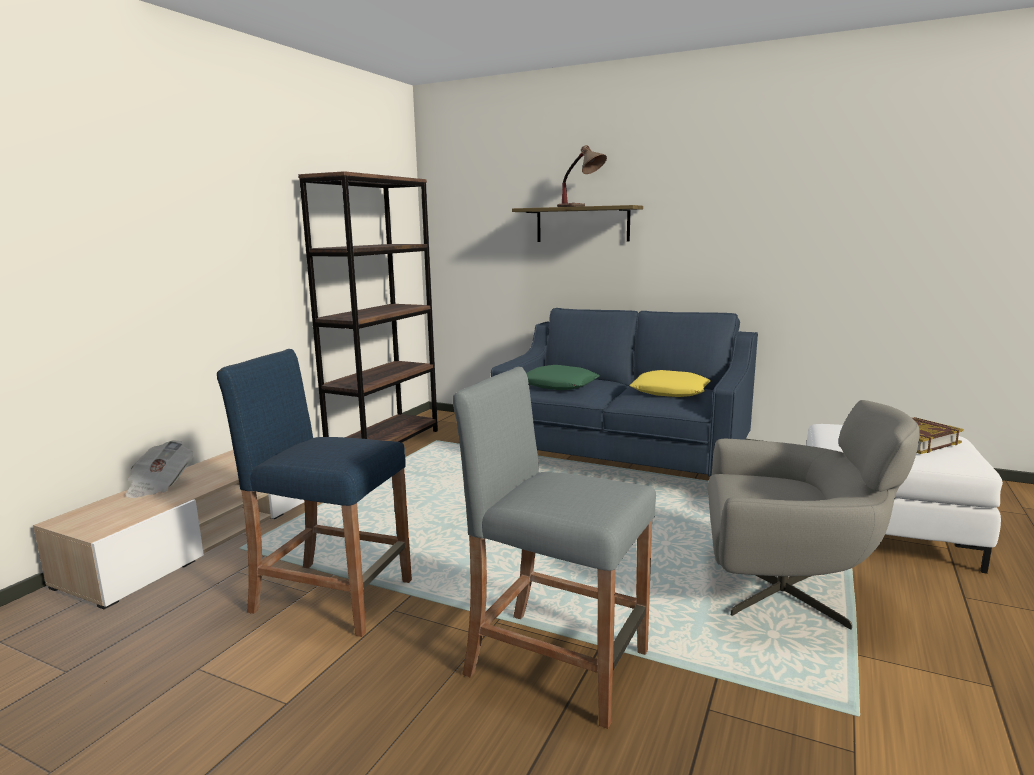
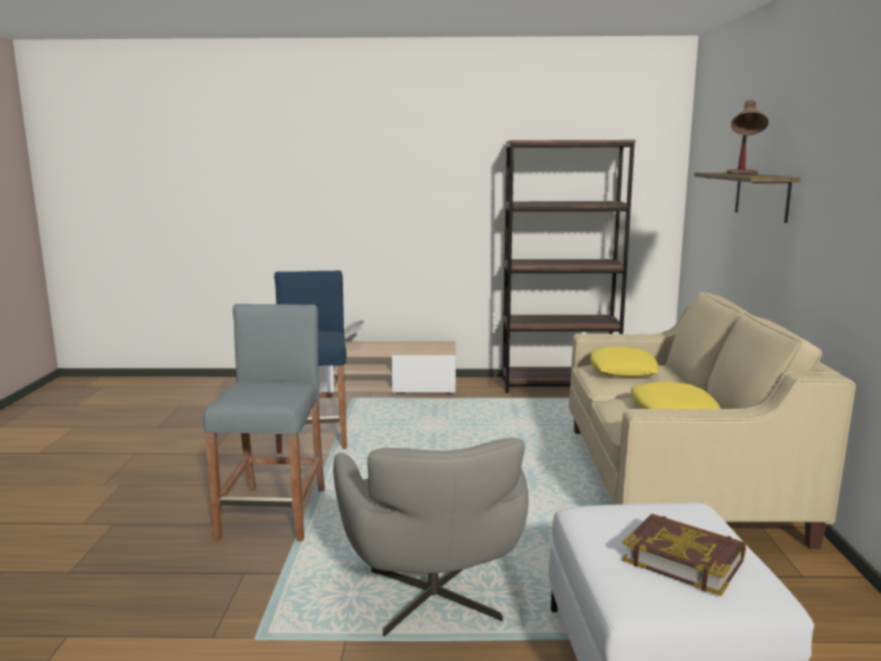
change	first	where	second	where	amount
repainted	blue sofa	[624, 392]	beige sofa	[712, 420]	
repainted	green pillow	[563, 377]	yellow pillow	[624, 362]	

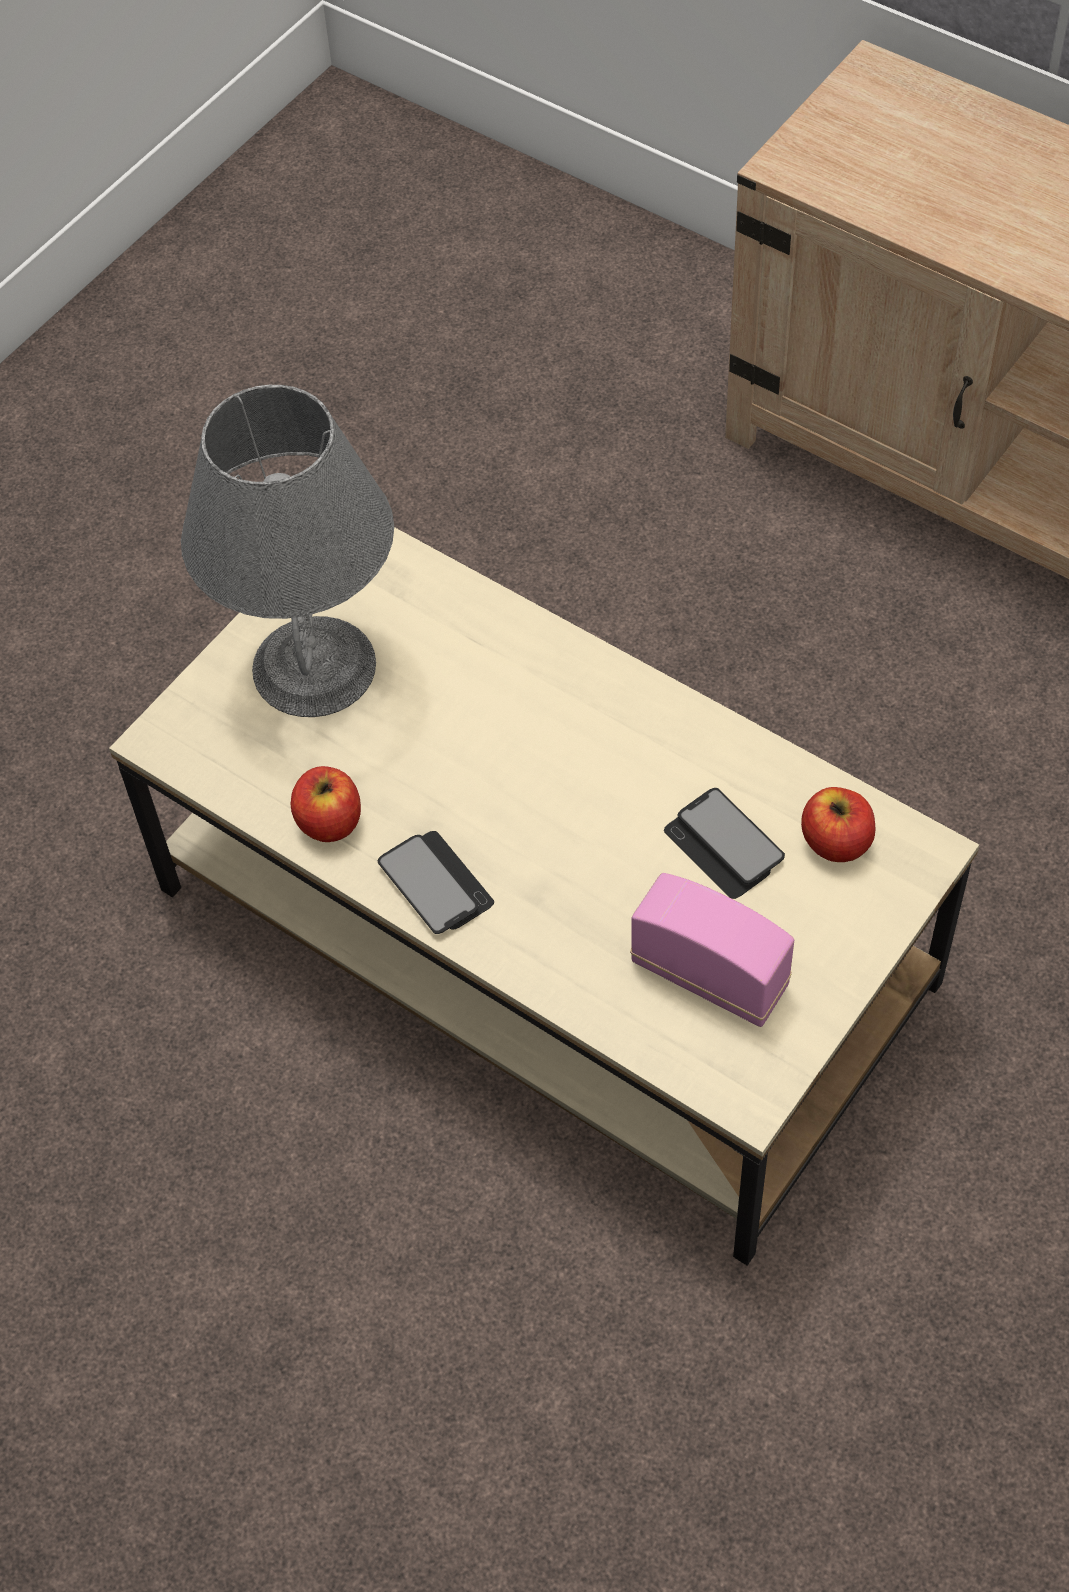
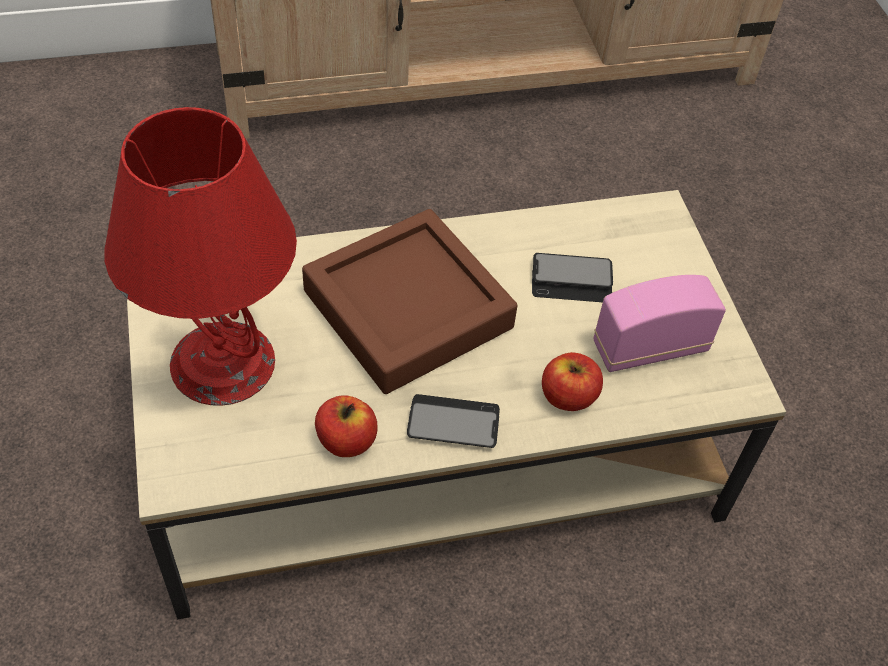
change	first	where	second	where	amount
repainted	grey table lamp	[287, 551]	red table lamp	[201, 256]	
new			brown tray	[410, 301]	
shifted	apple	[838, 824]		[572, 381]	

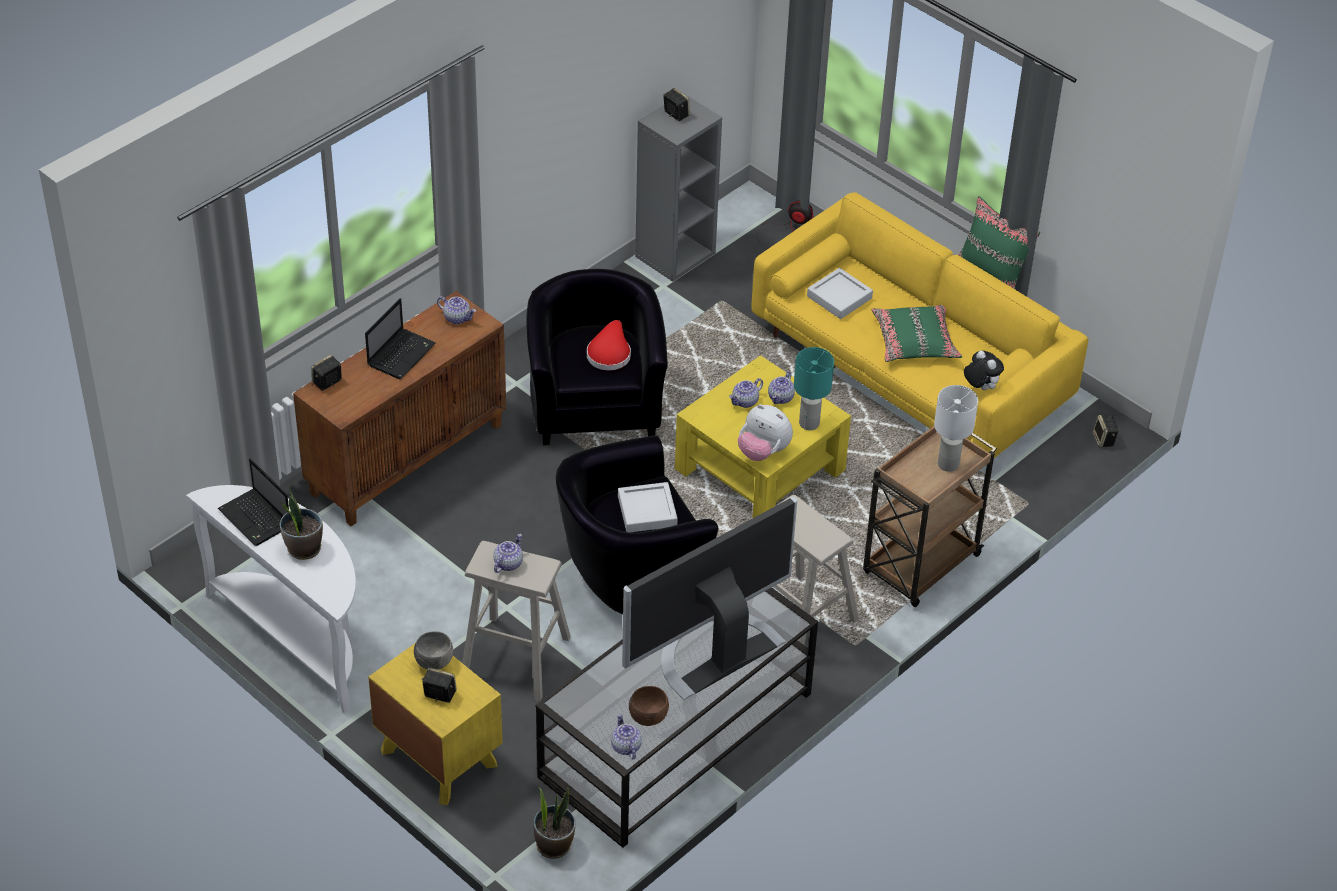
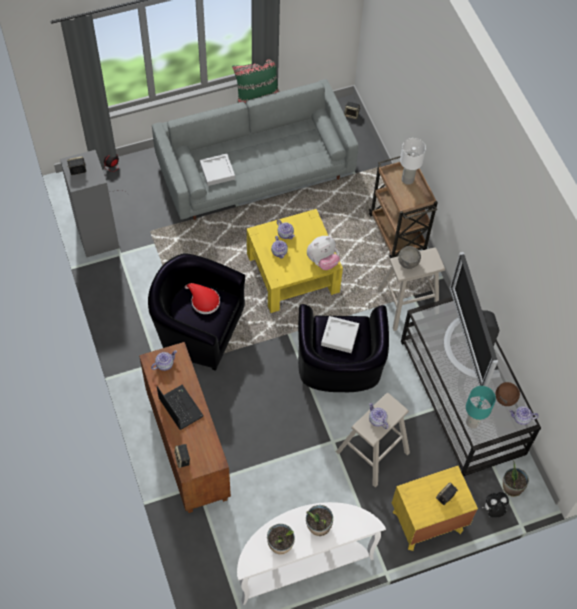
change	first	where	second	where	amount
repainted	yellow sofa	[919, 325]	grey sofa	[255, 149]	
swapped	laptop	[253, 502]	potted plant	[281, 539]	
shifted	grey bowl	[433, 650]		[409, 257]	
shifted	turquoise table lamp	[814, 388]		[481, 407]	
shifted	plush toy	[984, 370]		[495, 504]	
gone	green pillow	[916, 333]			

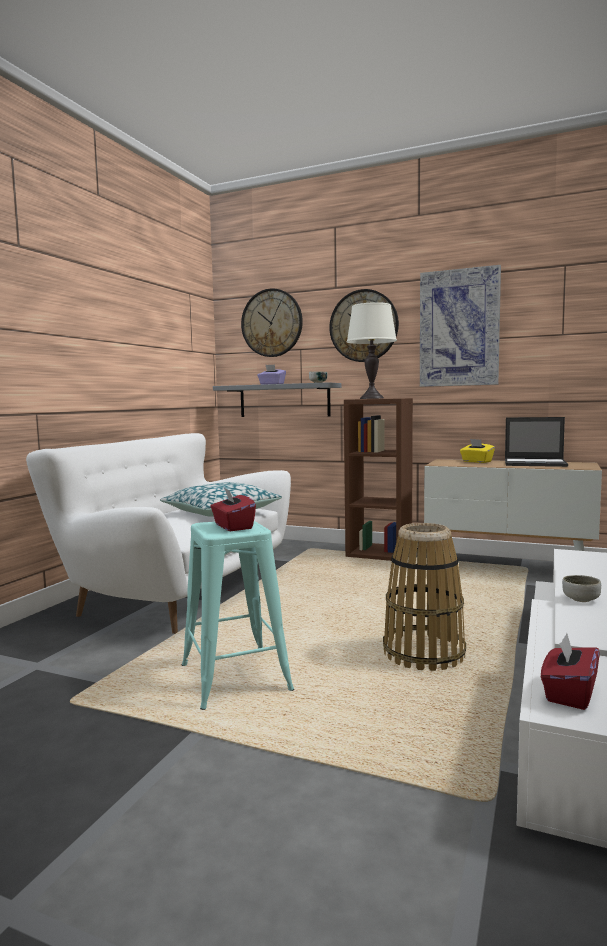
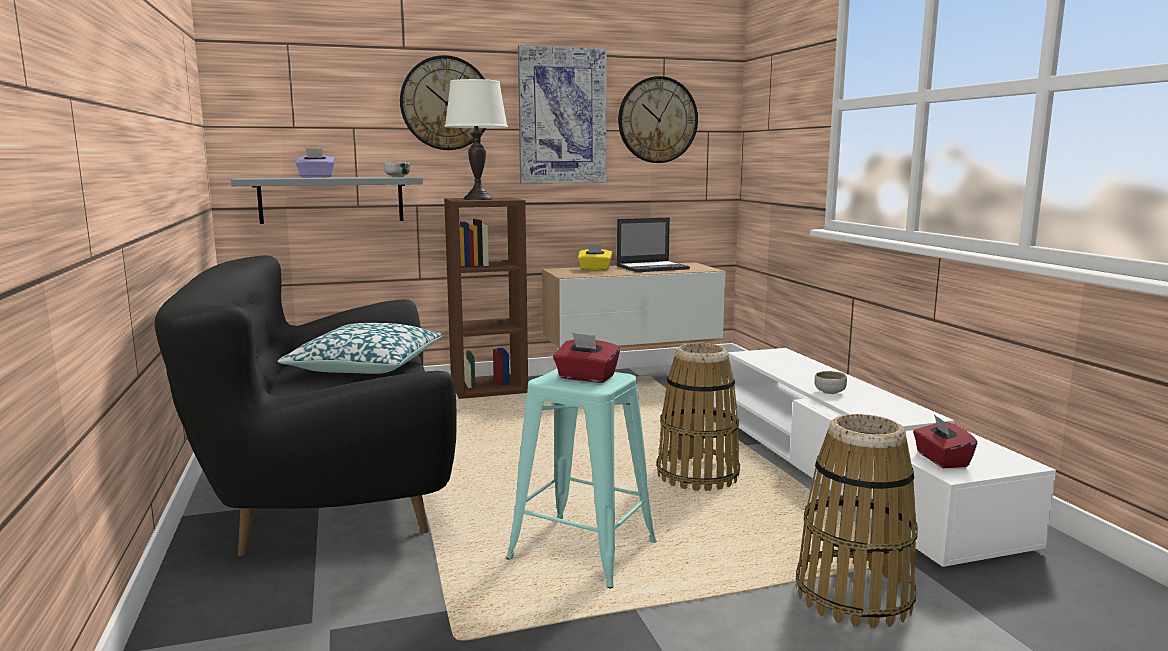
change	first	where	second	where	amount
repainted	white sofa	[158, 533]	black sofa	[306, 405]	
shifted	wall clock	[272, 322]		[658, 119]	
new			basket	[857, 521]	

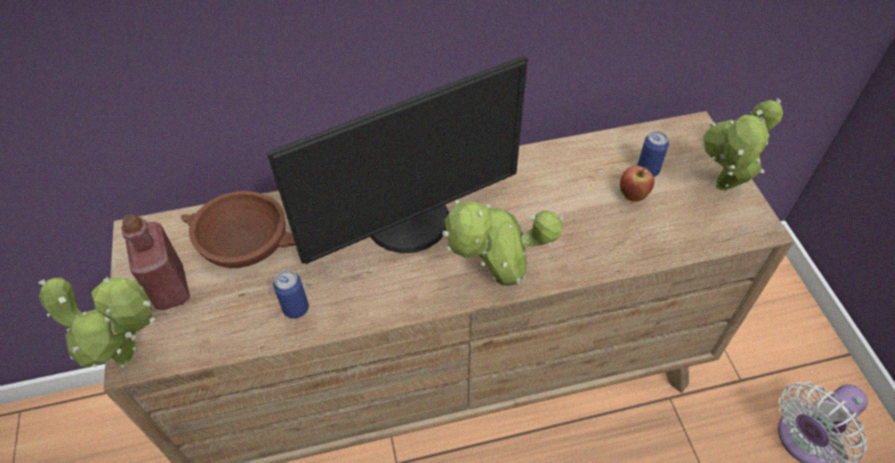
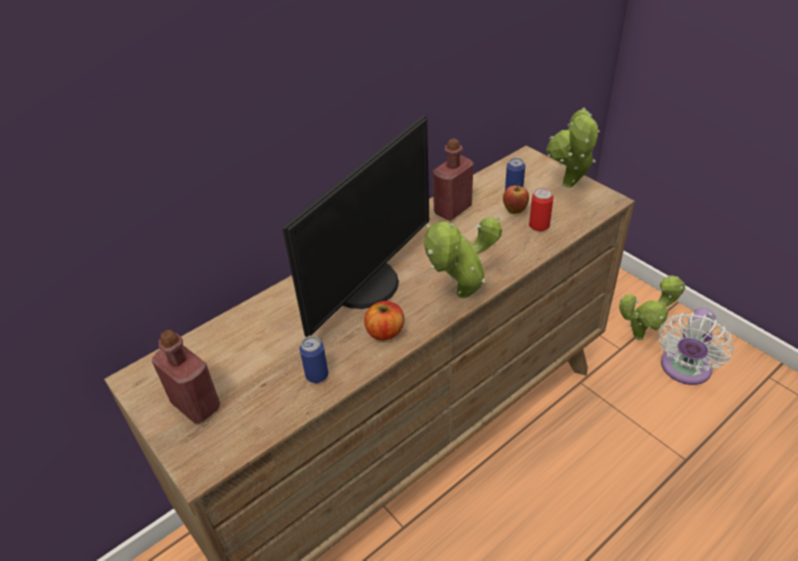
change	first	where	second	where	amount
new			apple	[384, 321]	
new			red bottle	[453, 179]	
new			can	[541, 209]	
shifted	potted plant	[97, 322]		[652, 307]	
gone	brown bowl	[238, 229]			

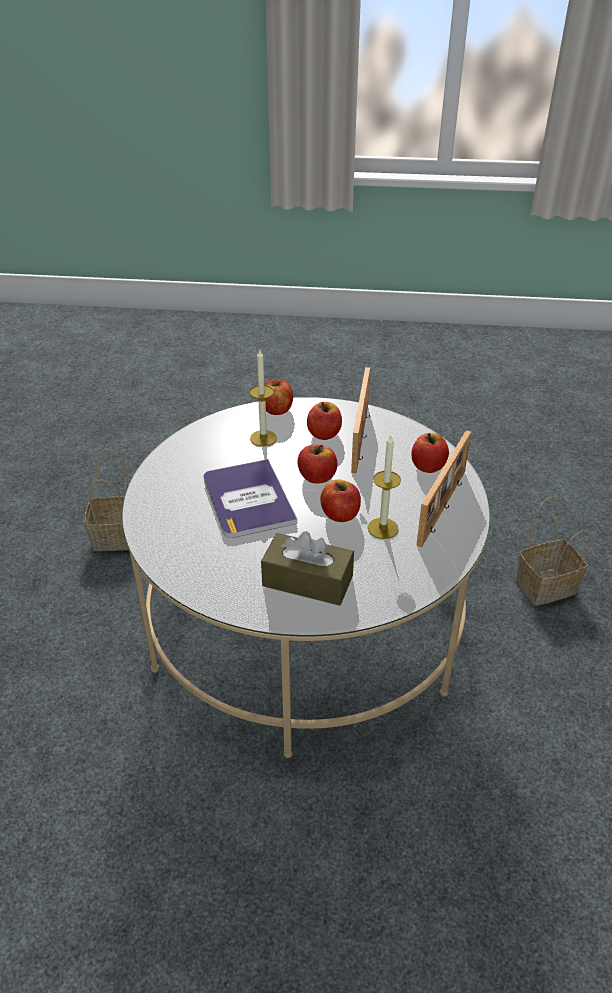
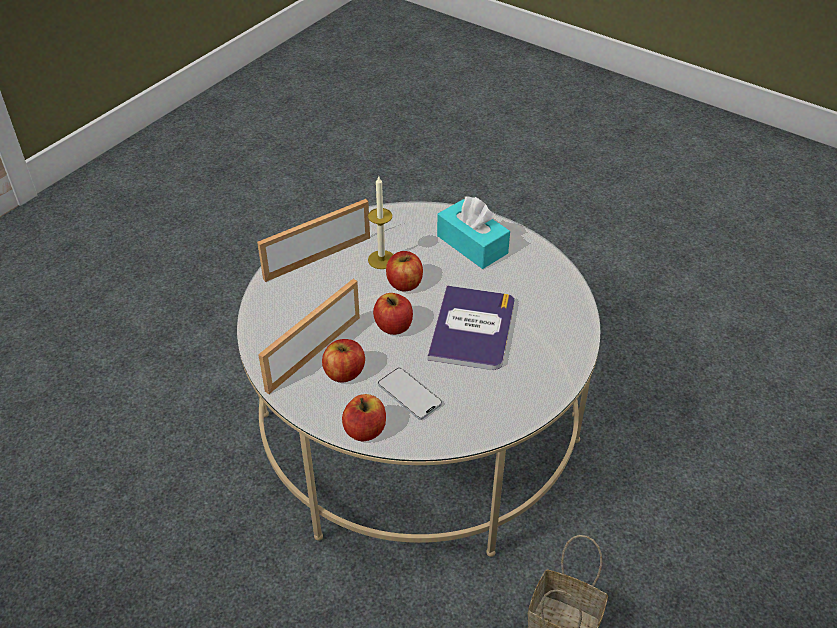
change	first	where	second	where	amount
swapped	candle	[263, 398]	phone	[410, 394]	
repainted	brown tissue box	[307, 568]	turquoise tissue box	[473, 232]	
gone	apple	[430, 453]			
gone	basket	[553, 551]			

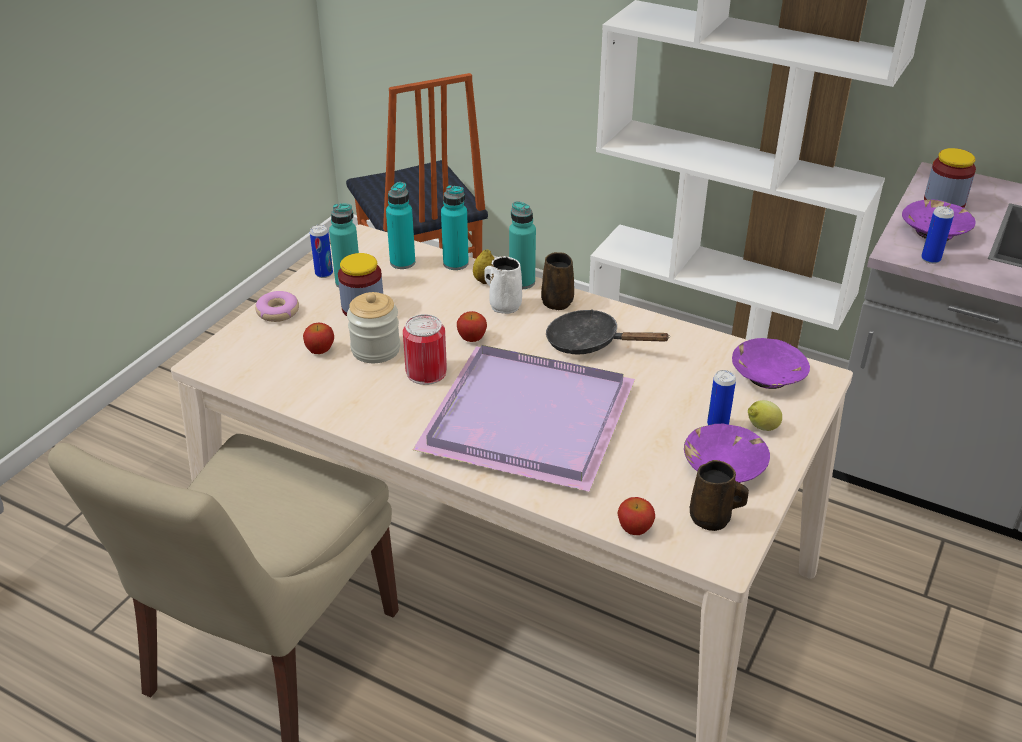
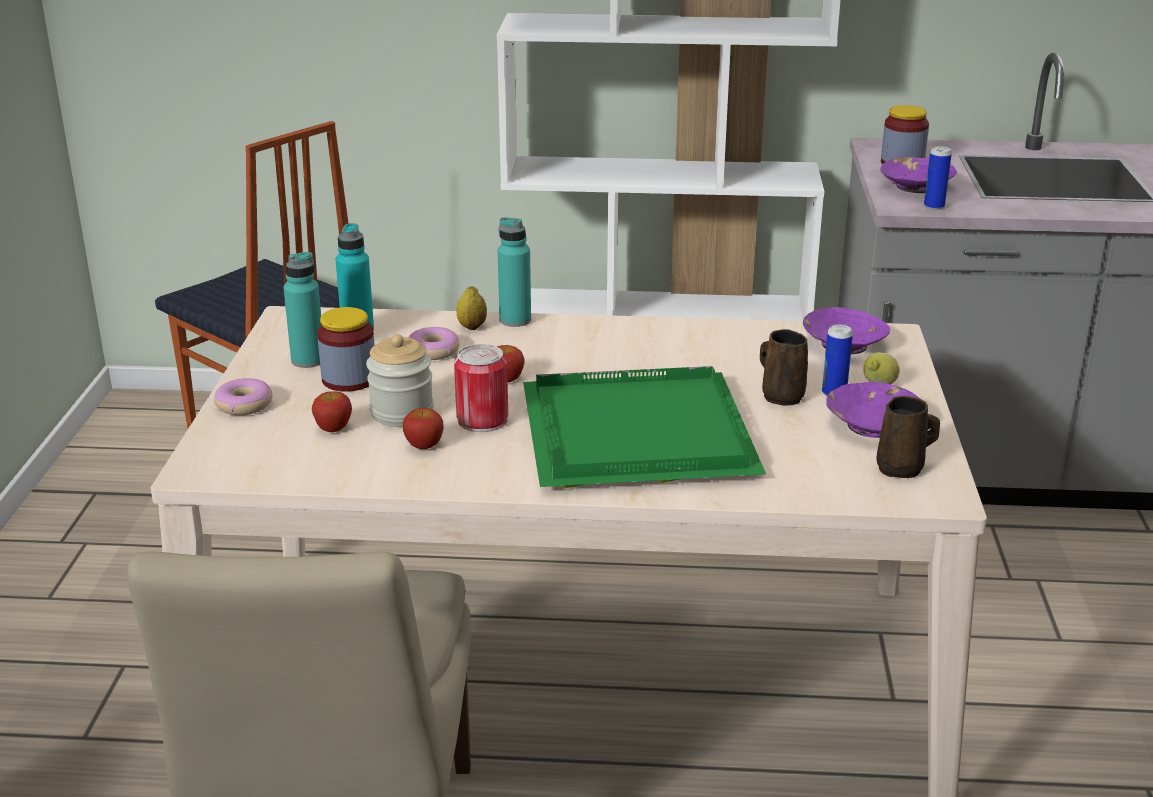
change	first	where	second	where	amount
shifted	apple	[636, 516]		[423, 428]	
new			donut	[434, 343]	
repainted	purple tray	[524, 418]	green tray	[644, 427]	
shifted	brown mug	[557, 281]		[784, 367]	
gone	can	[321, 251]			
gone	turquoise bottle	[455, 227]			
gone	white mug	[503, 285]			
gone	black frying pan	[608, 331]			

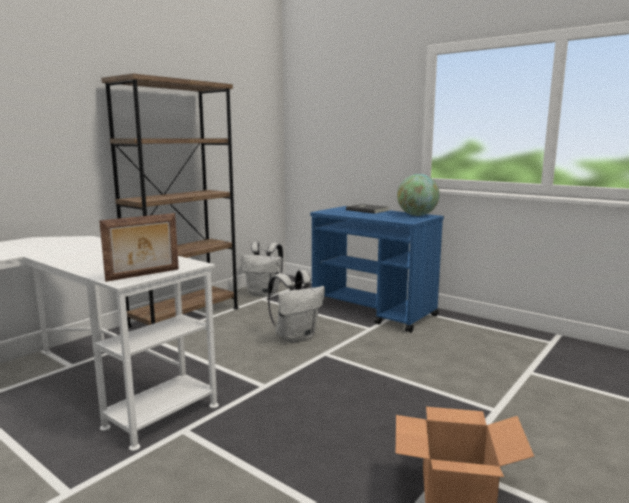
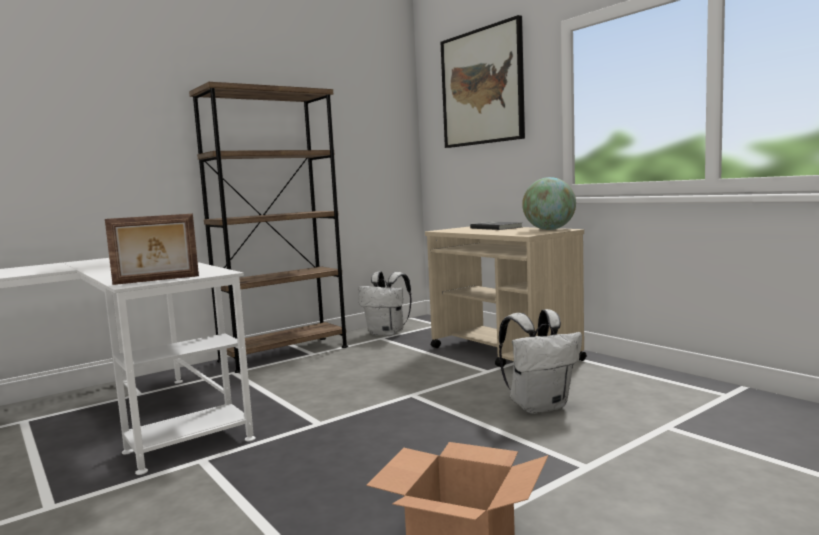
change	first	where	second	where	amount
repainted	blue cart	[377, 269]	beige cart	[506, 297]	
new			picture	[483, 81]	
shifted	white backpack	[296, 306]		[540, 361]	

